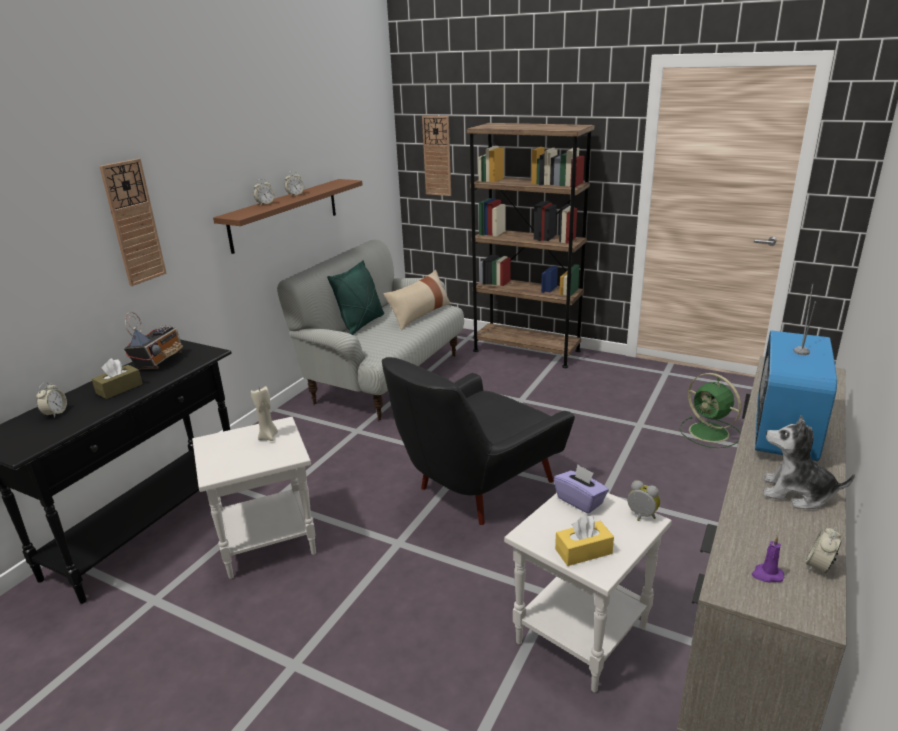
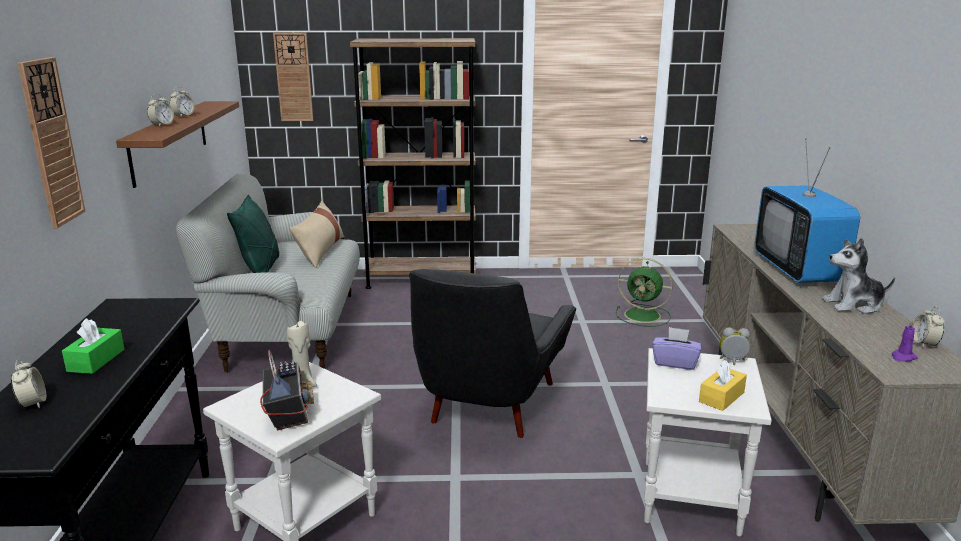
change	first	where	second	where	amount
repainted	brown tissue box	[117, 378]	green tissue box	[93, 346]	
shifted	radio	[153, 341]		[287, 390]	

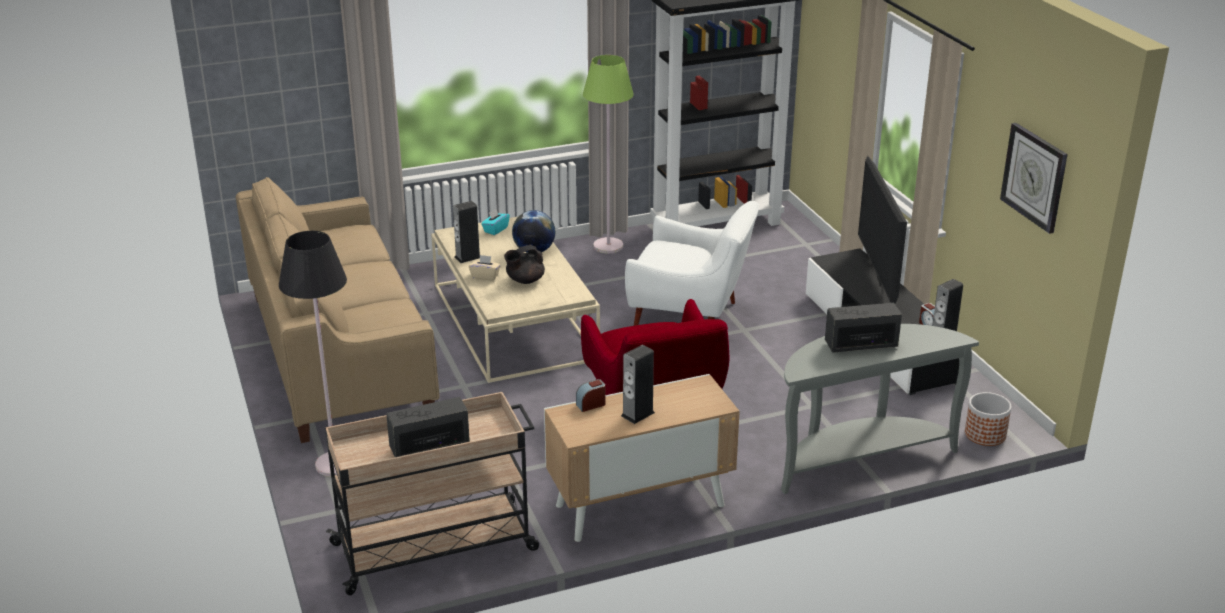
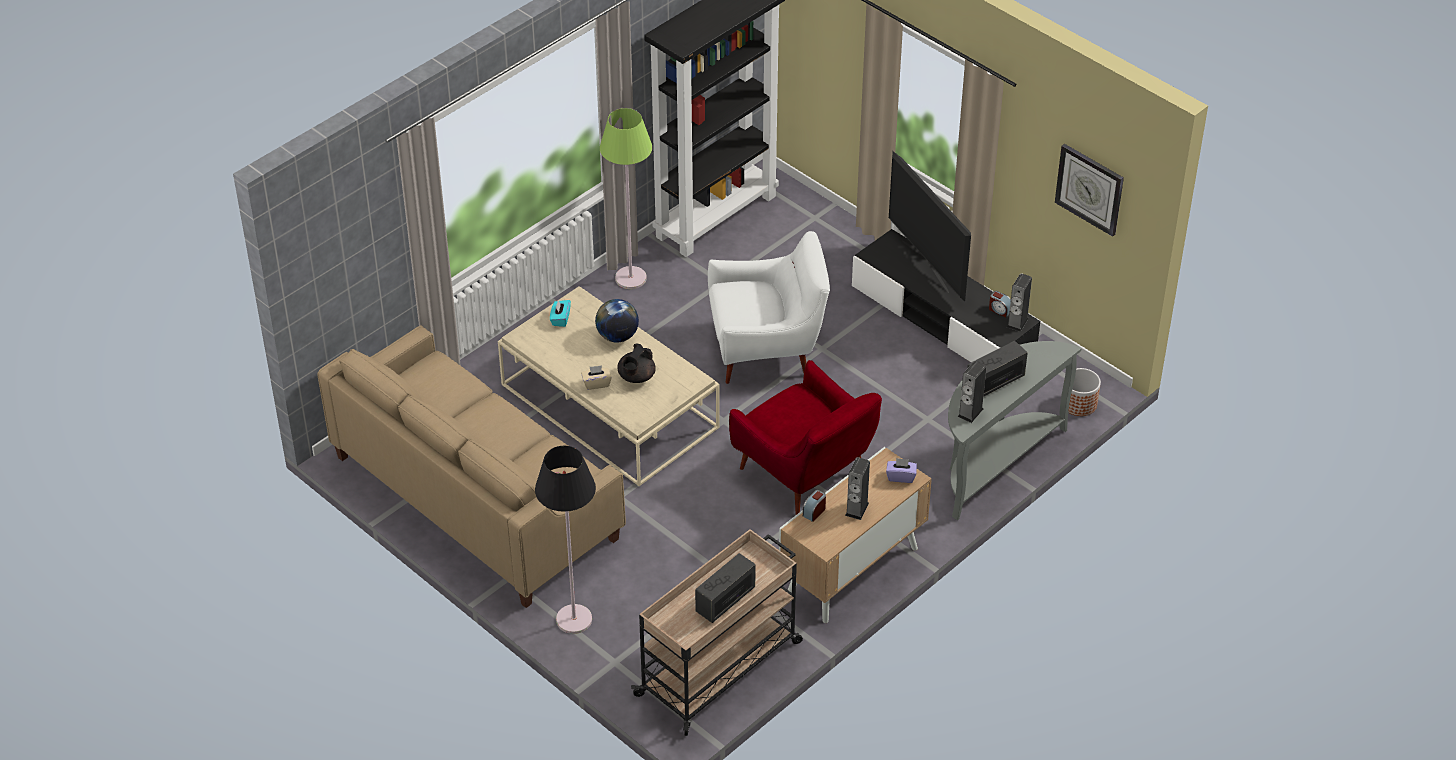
change	first	where	second	where	amount
new			purple tissue box	[901, 470]	
shifted	speaker	[466, 232]		[971, 392]	

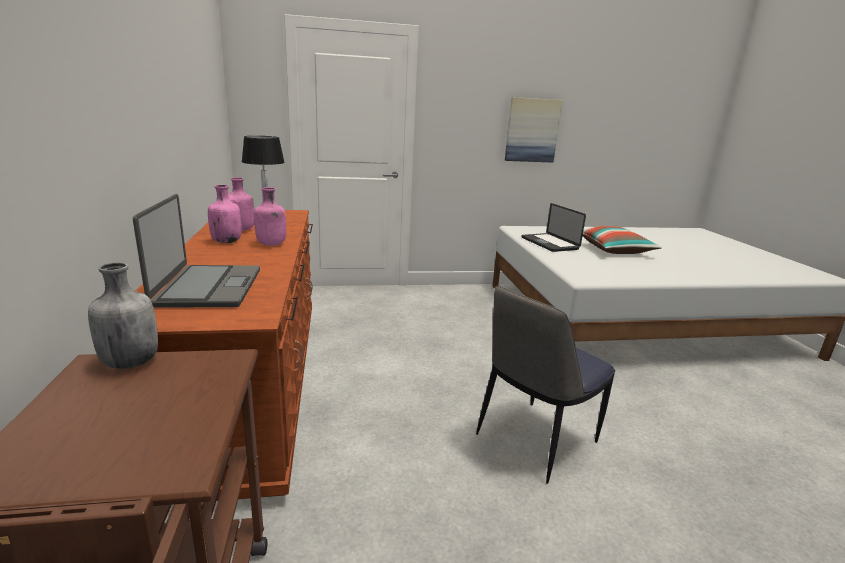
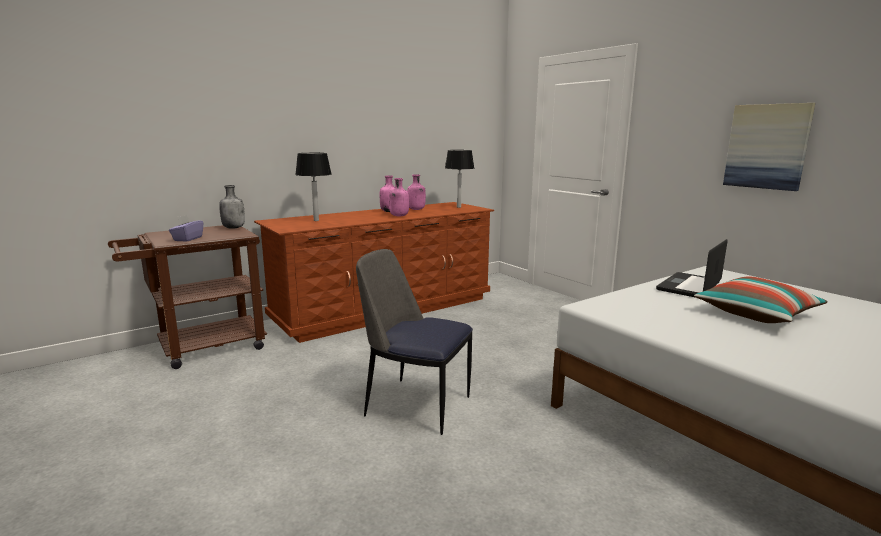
change	first	where	second	where	amount
new			purple tissue box	[186, 228]	
swapped	laptop	[196, 251]	table lamp	[313, 187]	

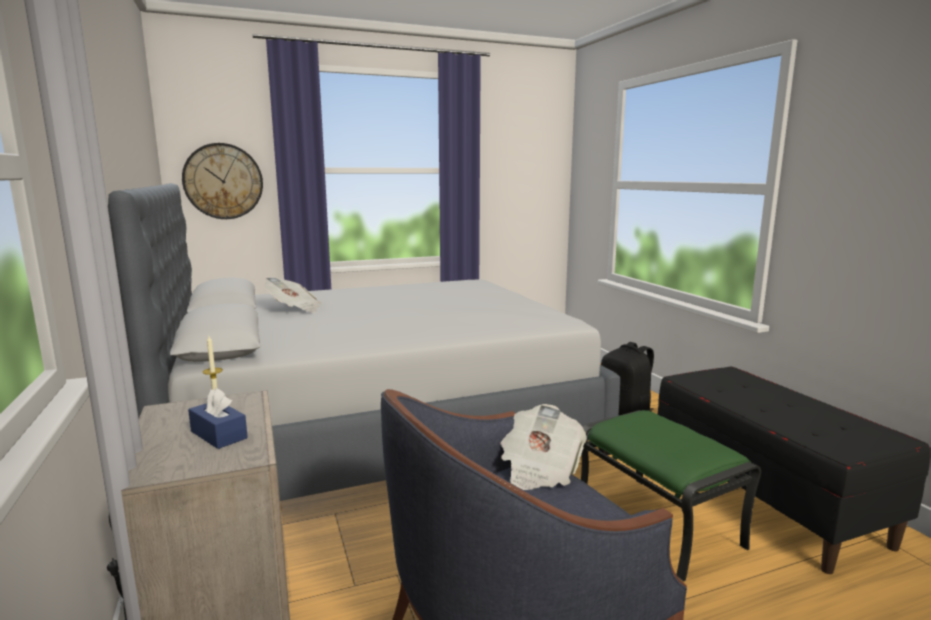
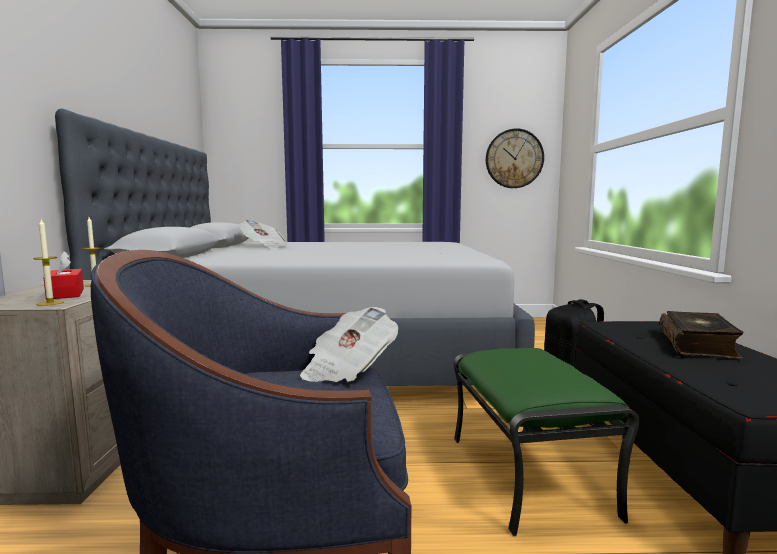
change	first	where	second	where	amount
new			candle	[48, 262]	
repainted	blue tissue box	[218, 418]	red tissue box	[63, 275]	
shifted	wall clock	[222, 181]		[515, 158]	
new			book	[701, 335]	

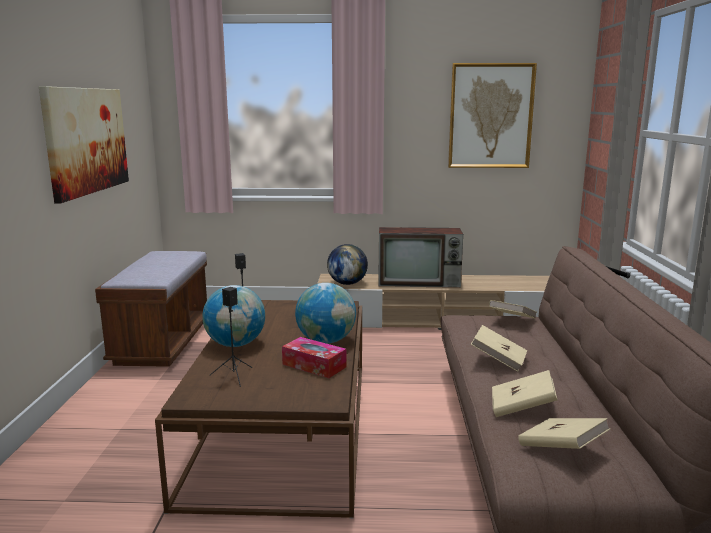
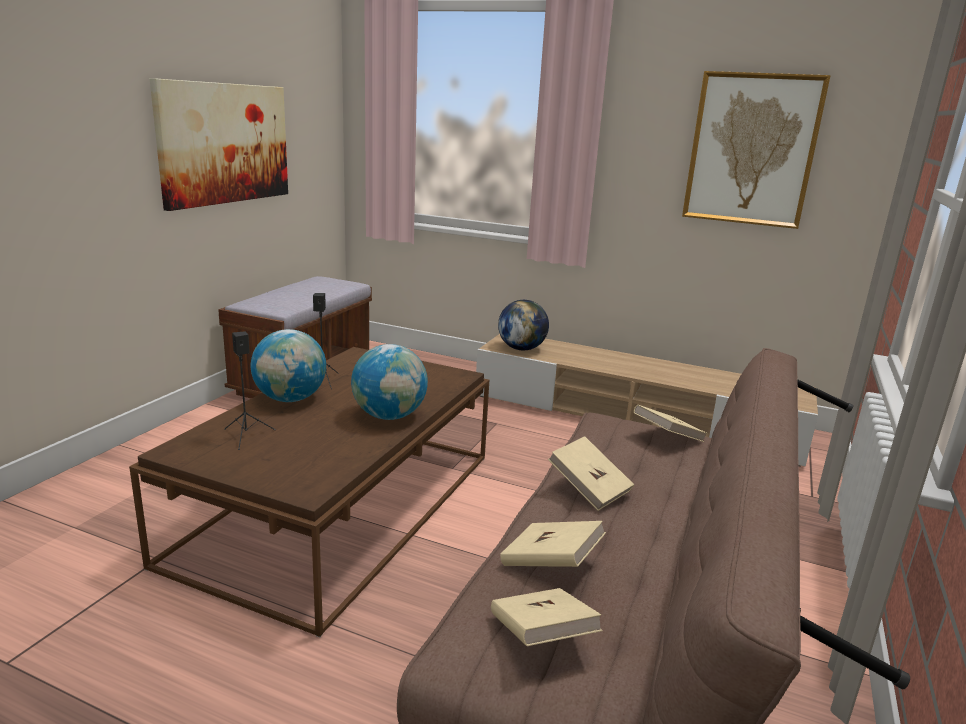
change	first	where	second	where	amount
gone	tissue box	[314, 357]			
gone	television	[420, 257]			

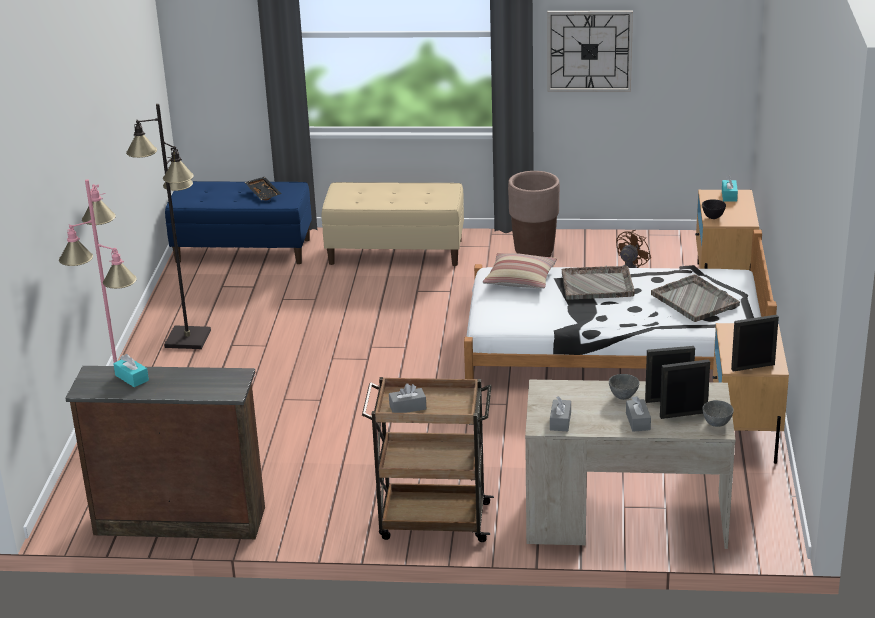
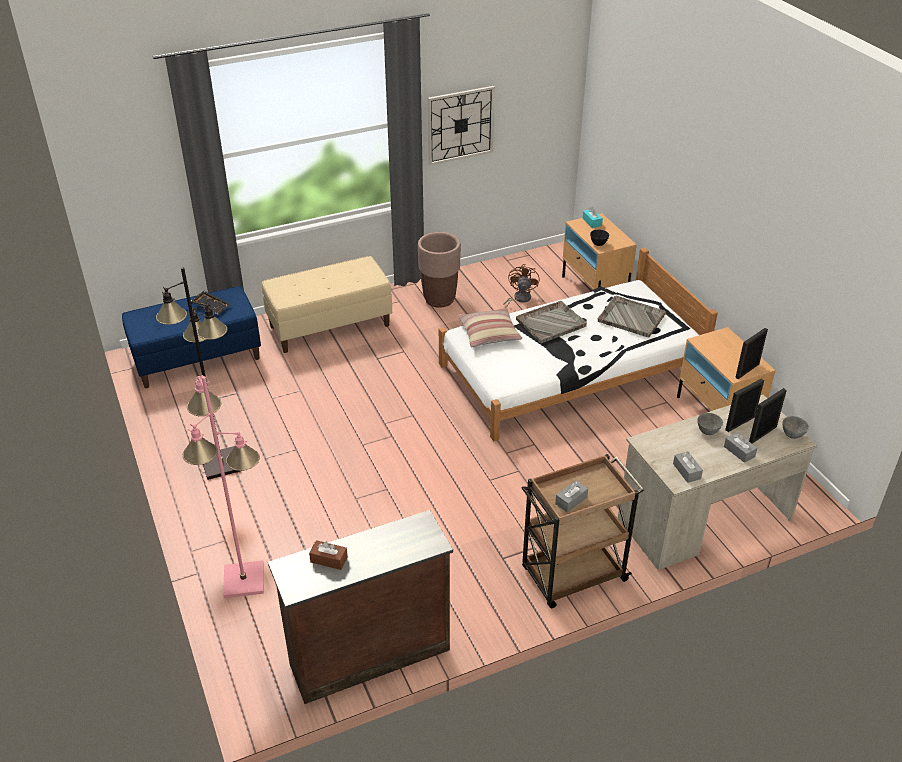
change	first	where	second	where	amount
repainted	turquoise tissue box	[131, 370]	brown tissue box	[328, 555]	

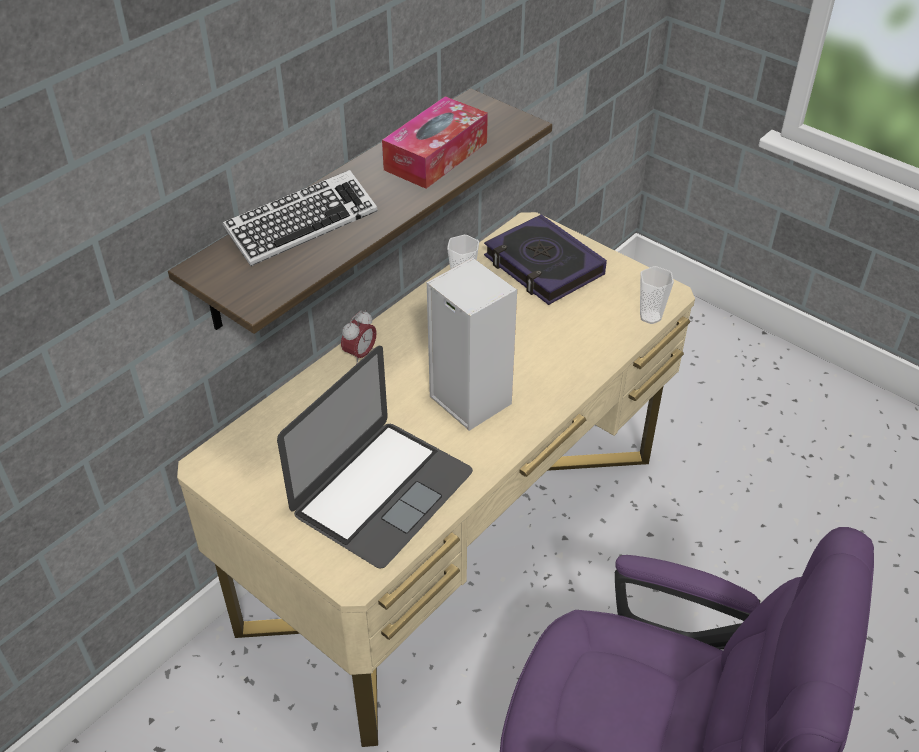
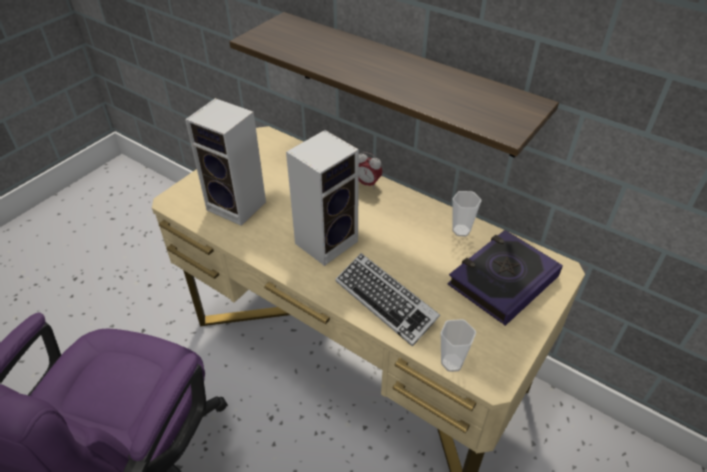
change	first	where	second	where	amount
swapped	laptop	[375, 457]	speaker	[225, 162]	
shifted	keyboard	[299, 218]		[387, 300]	
gone	tissue box	[435, 142]			

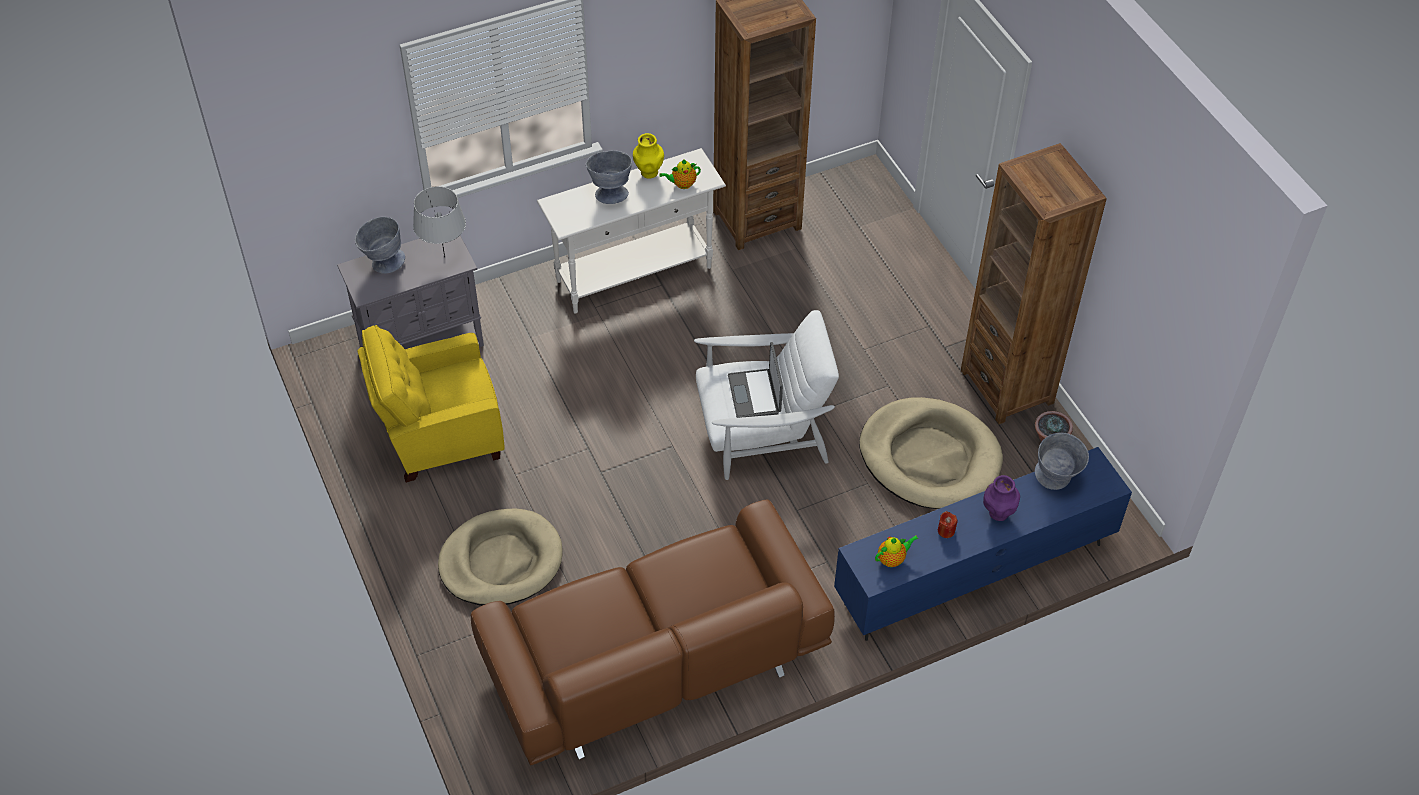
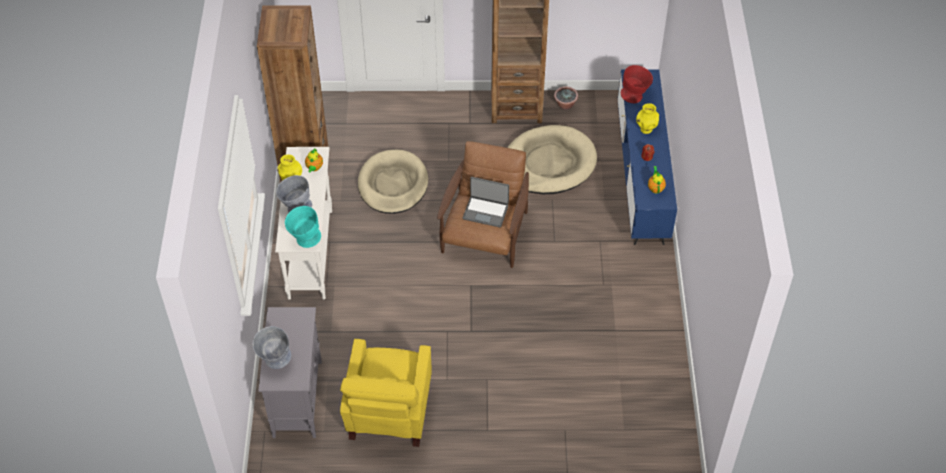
change	first	where	second	where	amount
new			turquoise bowl	[303, 227]	
shifted	beige dog bed	[500, 557]		[393, 181]	
repainted	white armchair	[766, 395]	brown armchair	[483, 204]	
repainted	grey bowl	[1062, 461]	red bowl	[637, 84]	
repainted	purple vase	[1001, 498]	yellow vase	[647, 118]	
gone	grey table lamp	[439, 221]			
gone	brown sofa	[653, 632]			

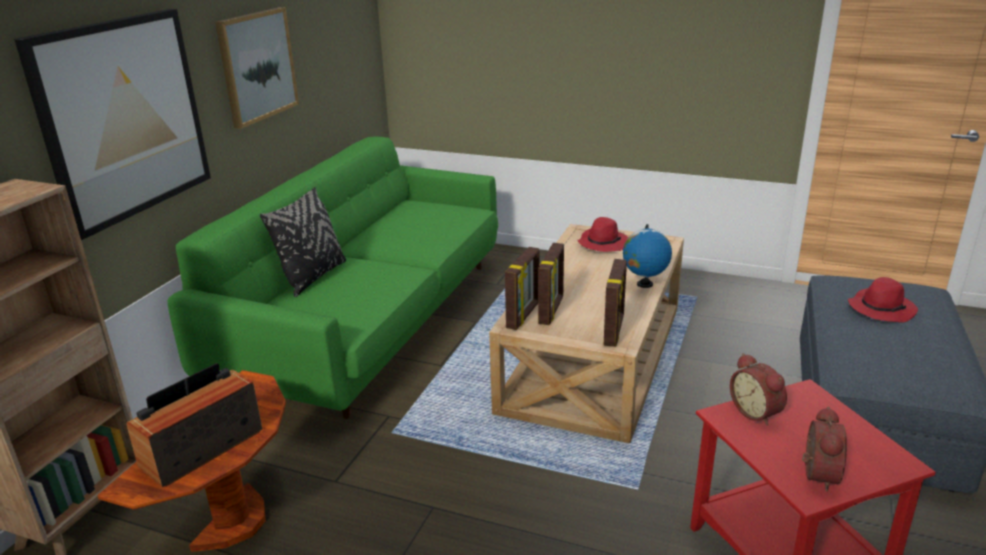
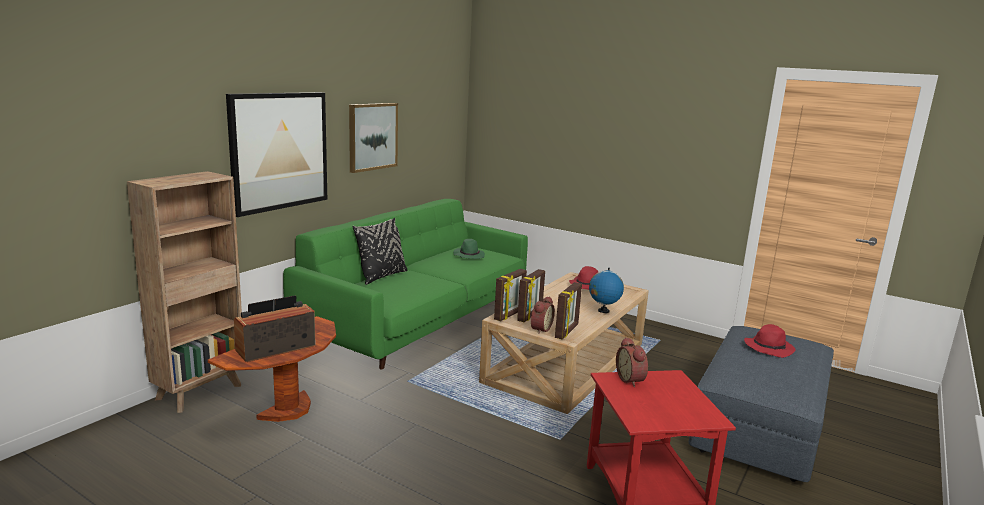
change	first	where	second	where	amount
new			green hat	[469, 249]	
shifted	alarm clock	[824, 449]		[542, 315]	

